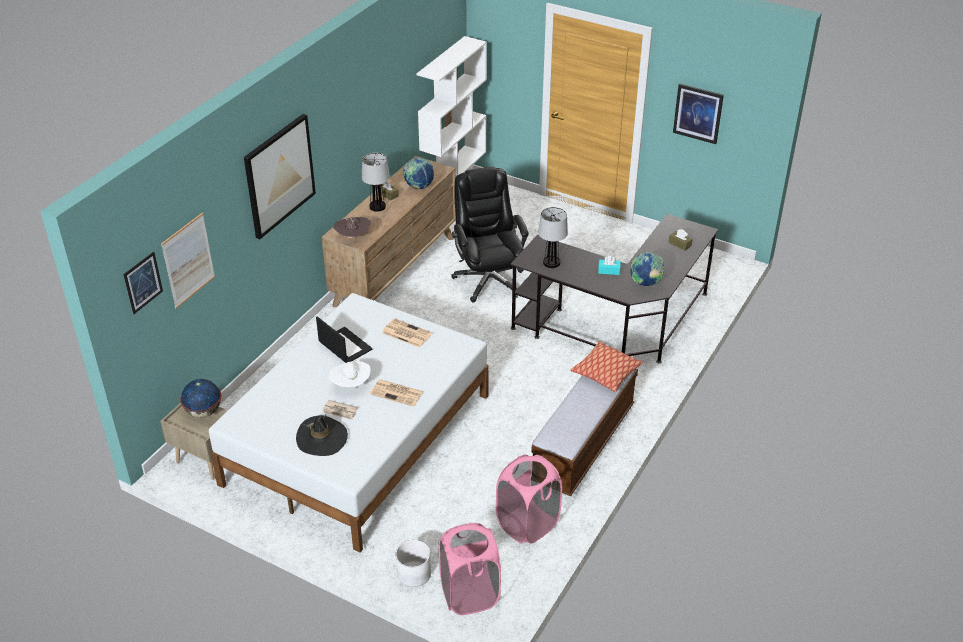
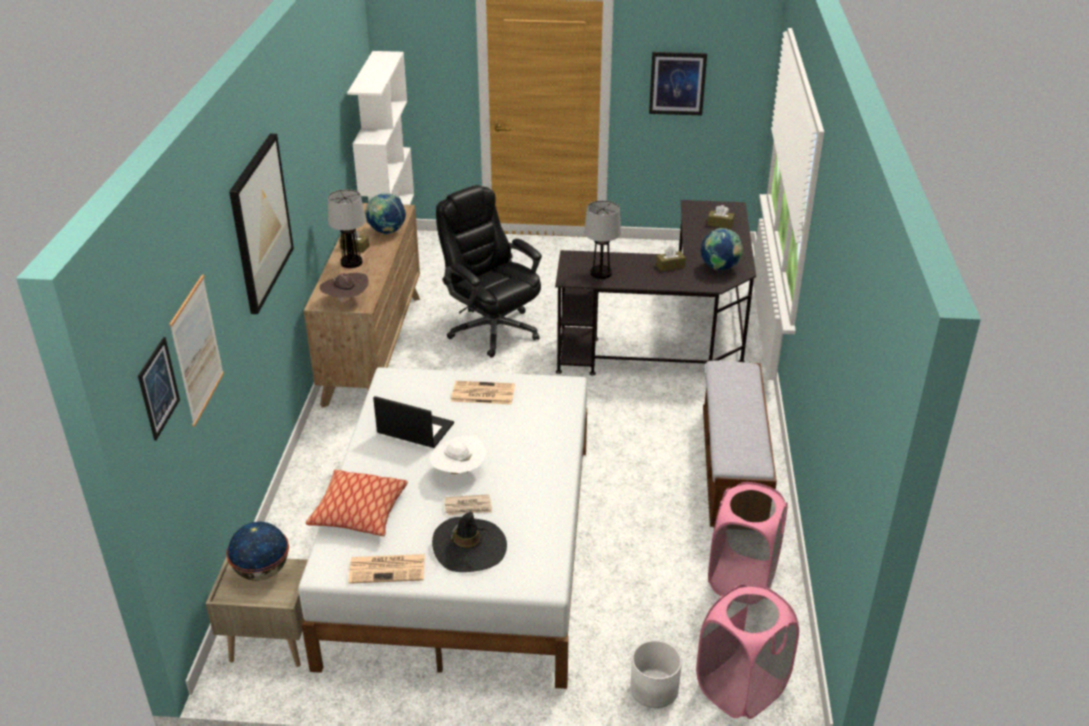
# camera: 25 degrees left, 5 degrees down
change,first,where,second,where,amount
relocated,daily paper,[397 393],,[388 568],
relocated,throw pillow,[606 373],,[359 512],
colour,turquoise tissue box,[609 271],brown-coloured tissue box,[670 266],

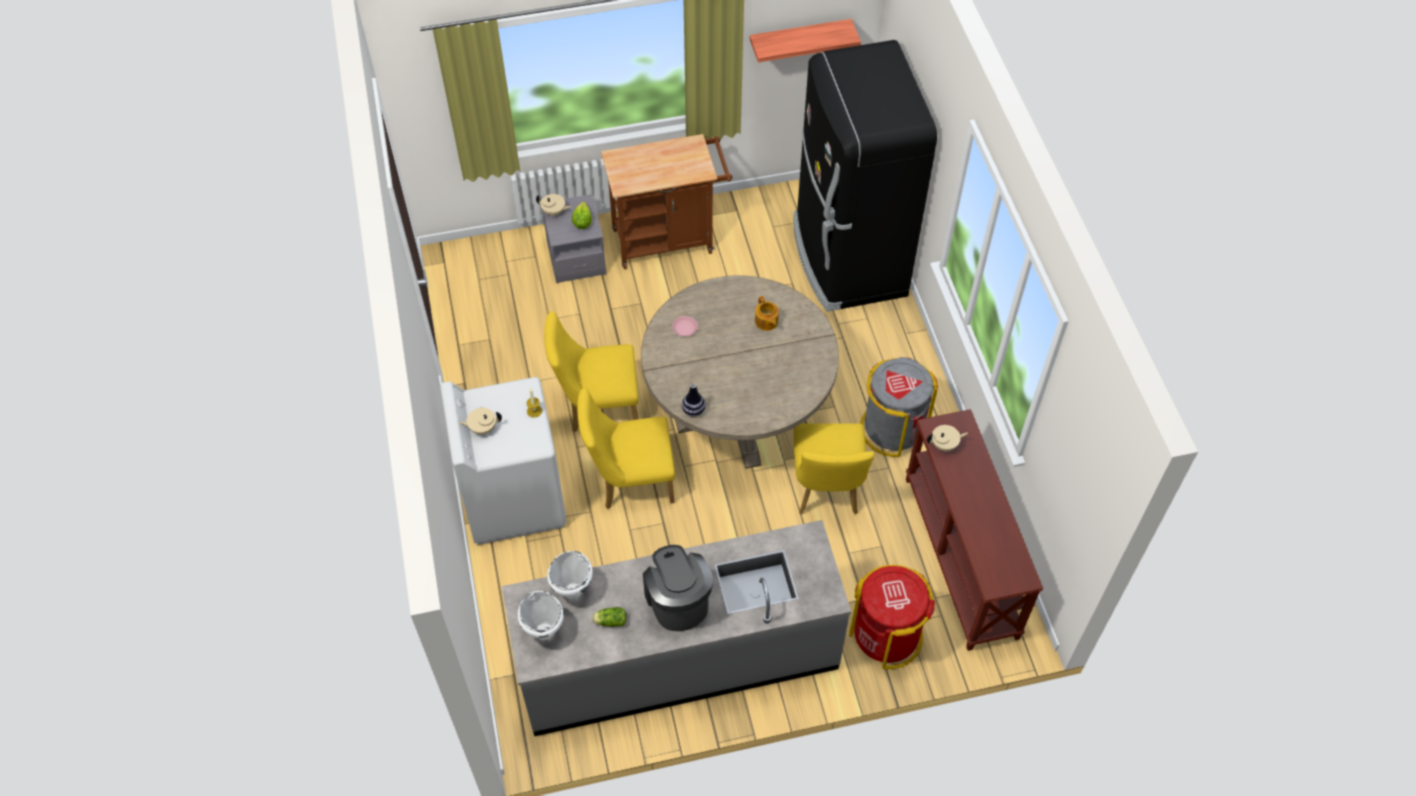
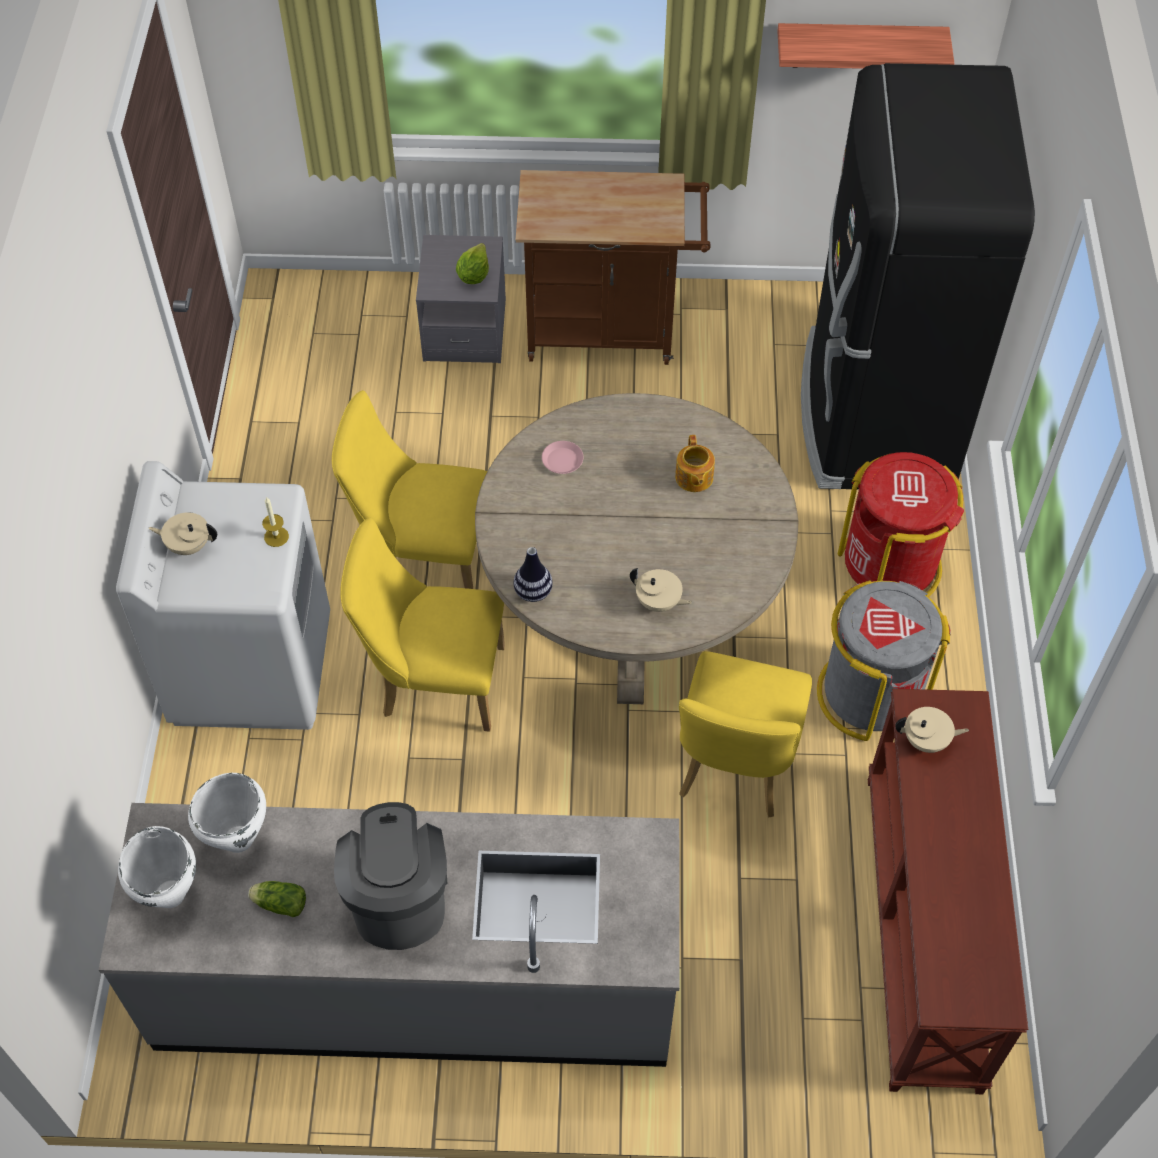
# camera: 15 degrees right, 0 degrees up
change,first,where,second,where,amount
relocated,beige tea pot,[554 212],,[658 602],
relocated,reddish rubbish bin,[886 635],,[890 565],

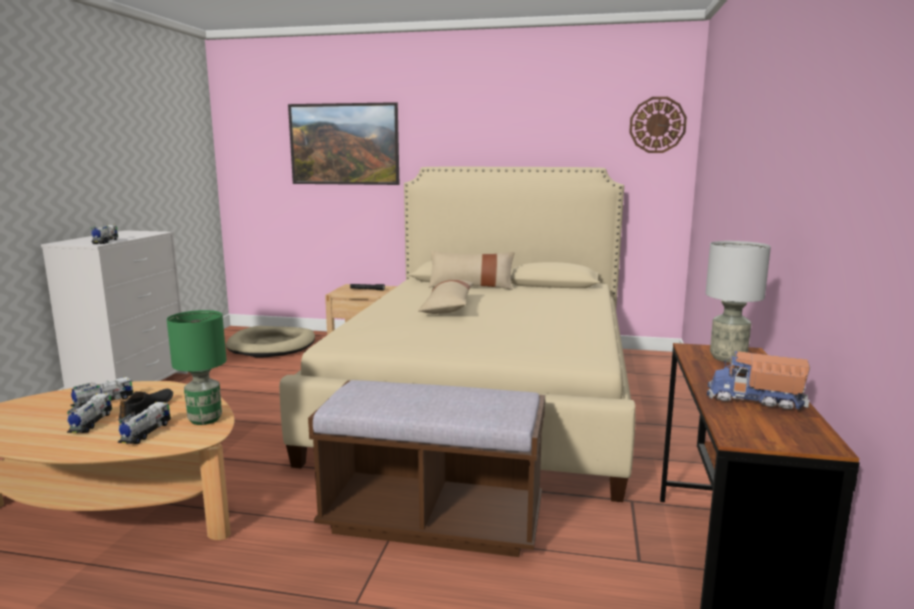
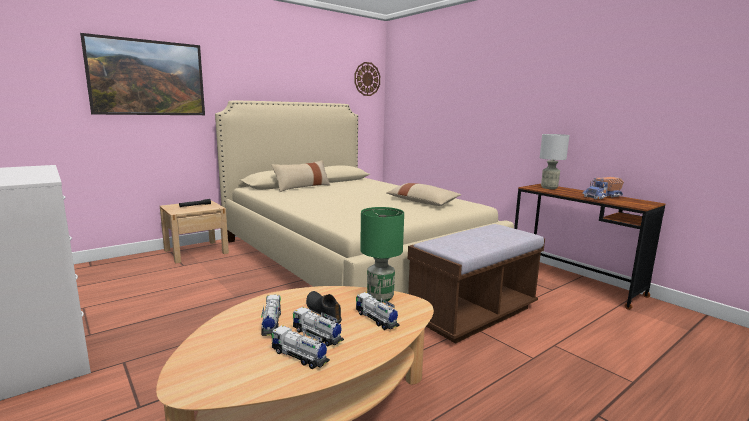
# camera: 50 degrees left, 0 degrees up
change,first,where,second,where,amount
relocated,toy lorry,[105 241],,[299 357],
missing,beige dog bed,[272 346],,,
relocated,beige throw pillow,[448 307],,[422 202],

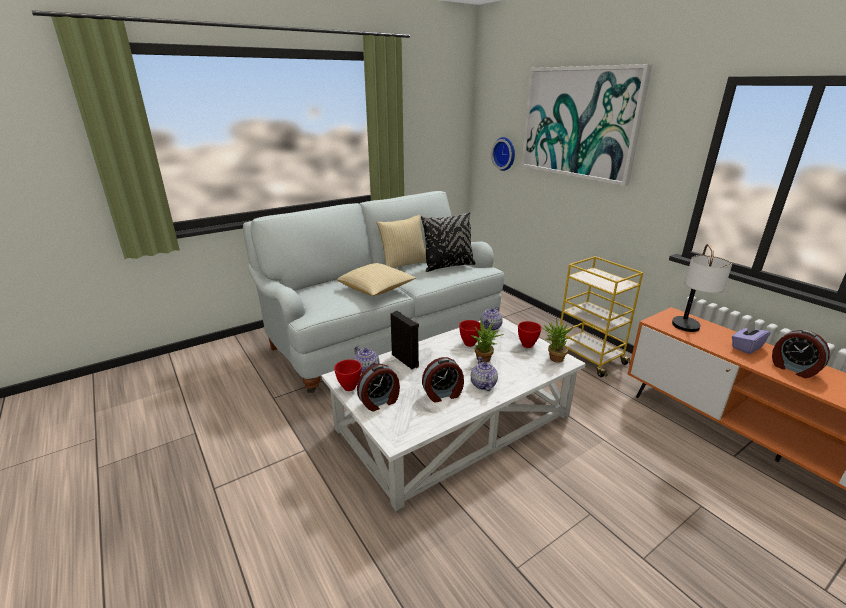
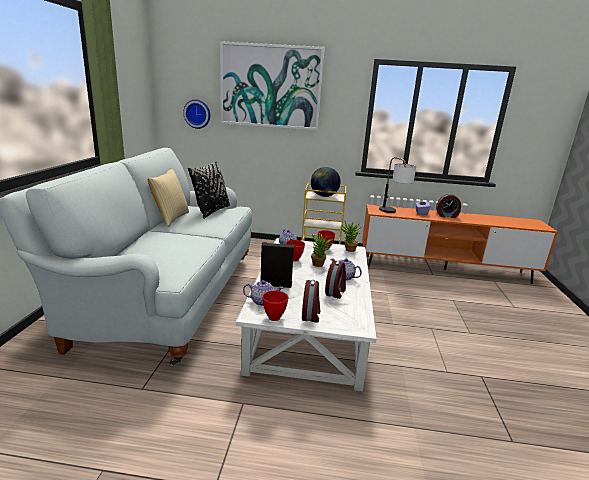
# camera: 50 degrees left, 5 degrees down
change,first,where,second,where,amount
missing,throw pillow,[376 289],,,
appeared,,,desk globe,[324 196],

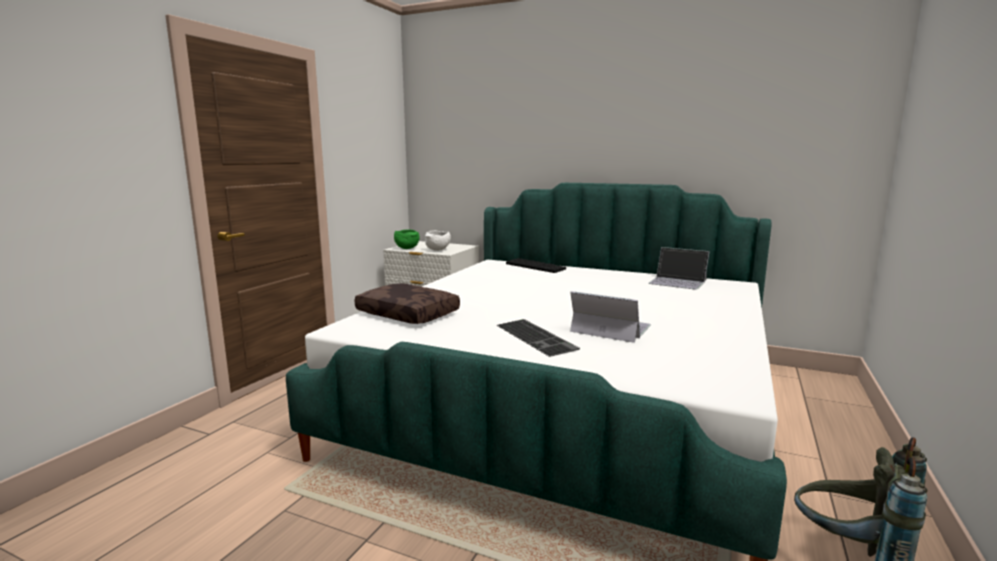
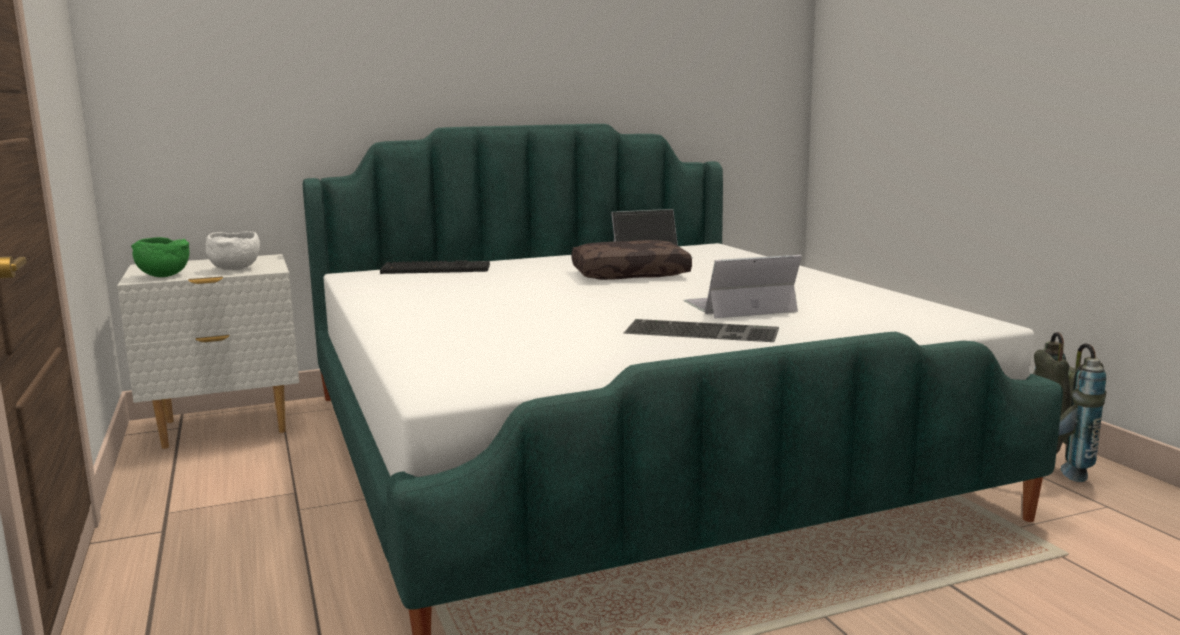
# camera: 45 degrees left, 0 degrees up
change,first,where,second,where,amount
relocated,brown-coloured throw pillow,[409 314],,[630 274],

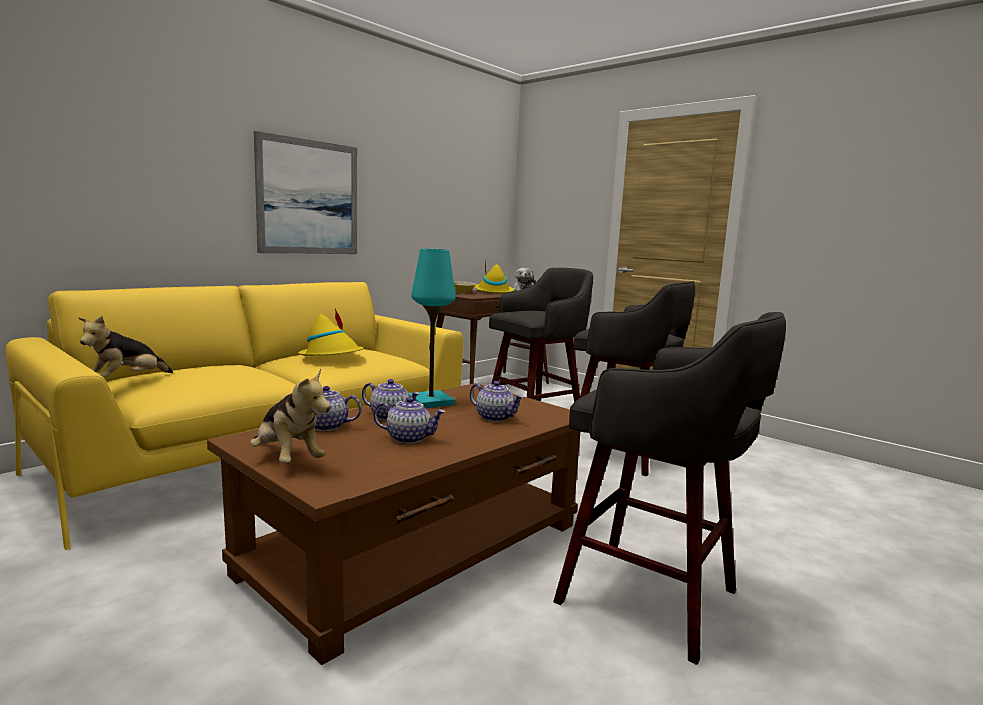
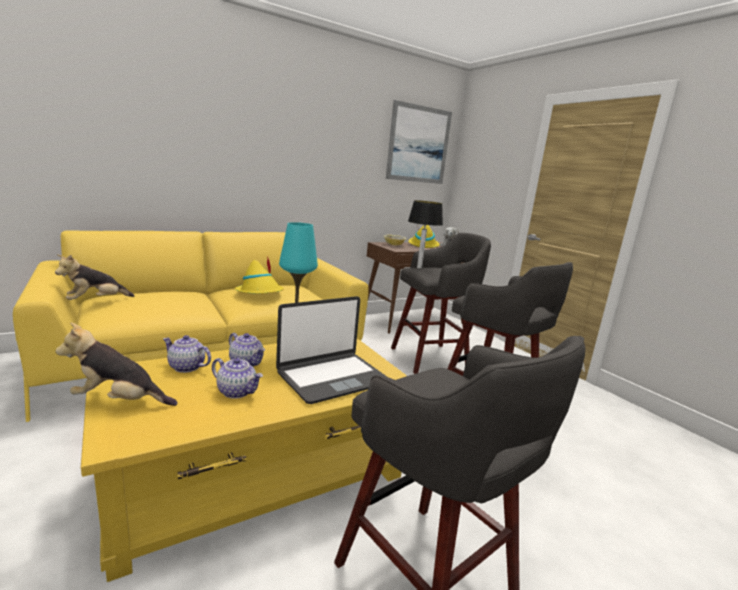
# camera: 15 degrees right, 5 degrees up
change,first,where,second,where,amount
colour,brown-coloured low table,[419 548],yellow-coloured low table,[259 473],
spun,cuddly toy,[287 459],,[119 401],120 degrees clockwise
relocated,picture,[308 197],,[418 144],
exchanged,tea pot,[495 417],laptop,[332 377],
appeared,,,tabletop lamp,[419 268],

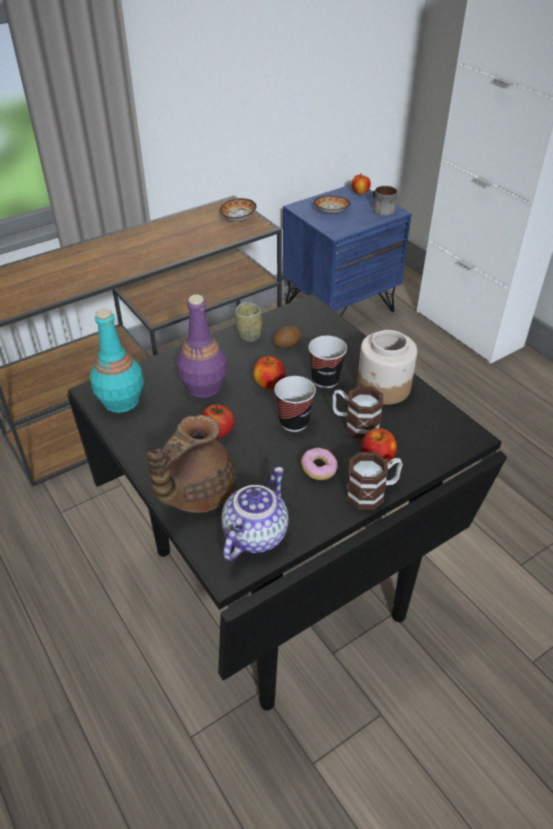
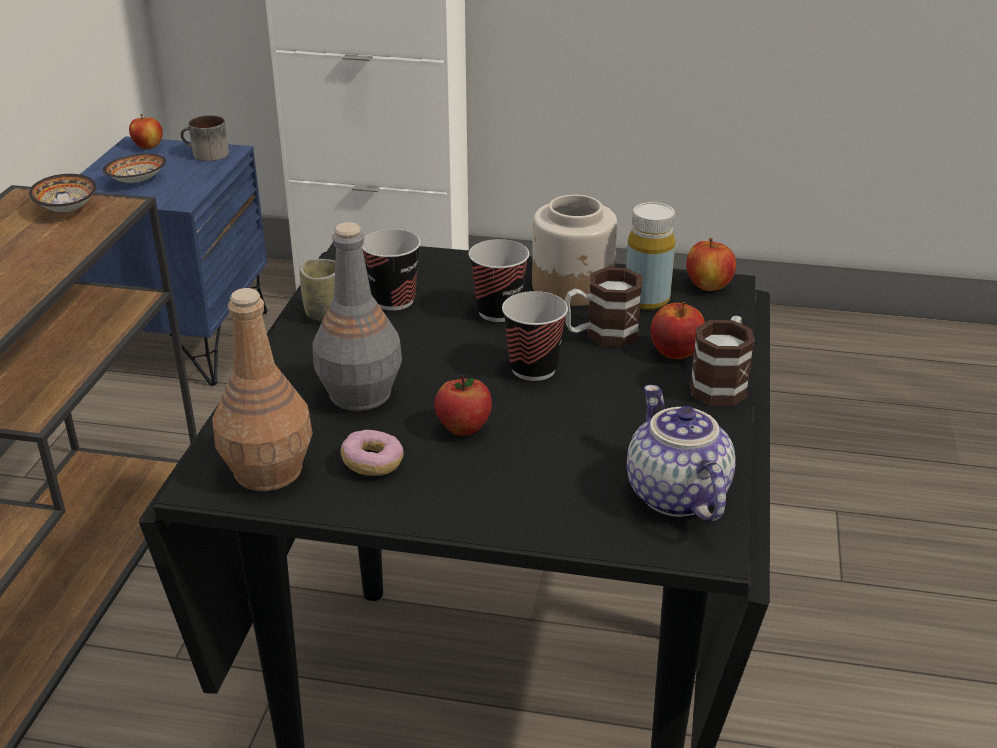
# camera: 45 degrees left, 10 degrees down
change,first,where,second,where,amount
colour,turquoise bottle,[120 401],brown-coloured bottle,[267 471],
missing,brown-coloured tea pot,[195 492],,,
colour,purple-coloured bottle,[203 386],greyish bottle,[359 395],
relocated,apple,[269 385],,[708 286],
exchanged,potato,[287 344],drinking cup,[393 300],
relocated,doughnut,[319 469],,[373 464],
appeared,,,yellow-coloured bottle,[646 300],

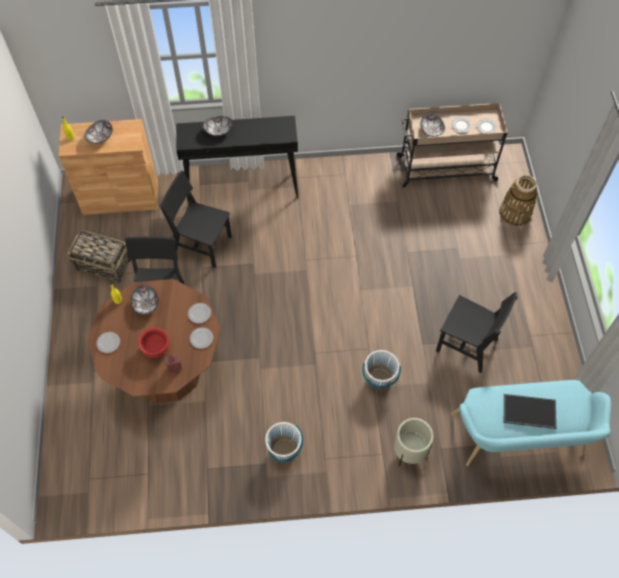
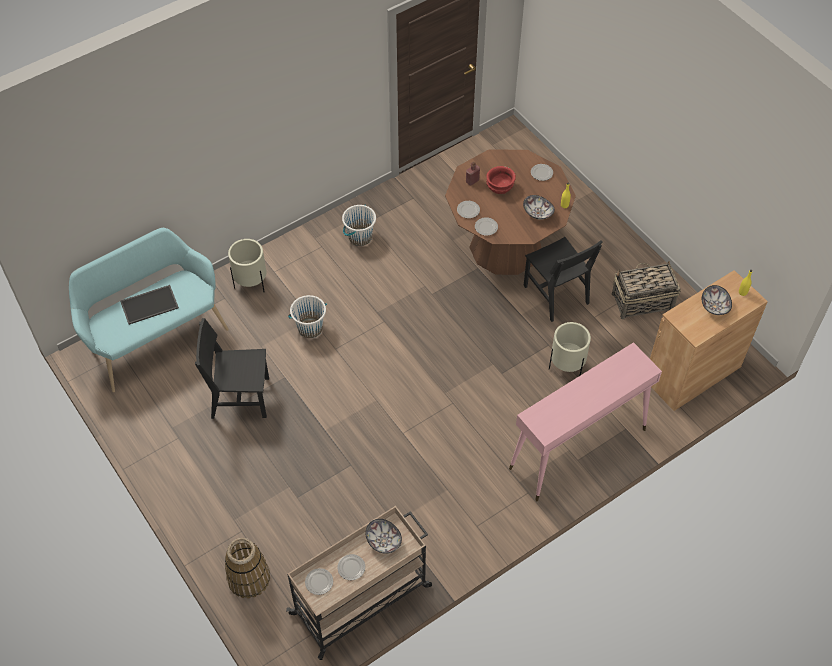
# camera: 150 degrees right, 5 degrees down
change,first,where,second,where,amount
exchanged,black upright chair,[202 245],beige flower pot,[567 366],
colour,black narrow table,[243 187],pink-coloured narrow table,[577 449],
missing,deep dish,[218 130],,,

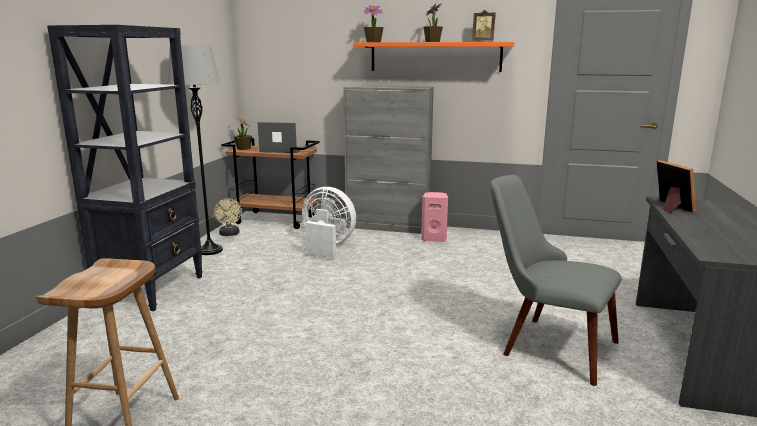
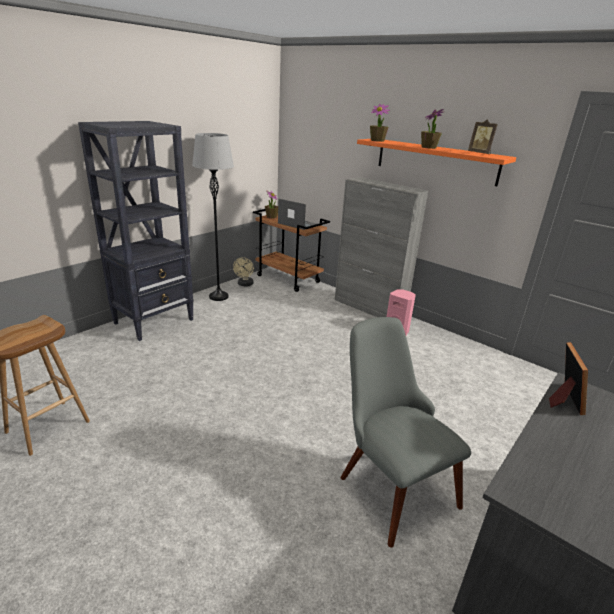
# camera: 25 degrees right, 10 degrees up
change,first,where,second,where,amount
missing,white electric fan,[327 246],,,

